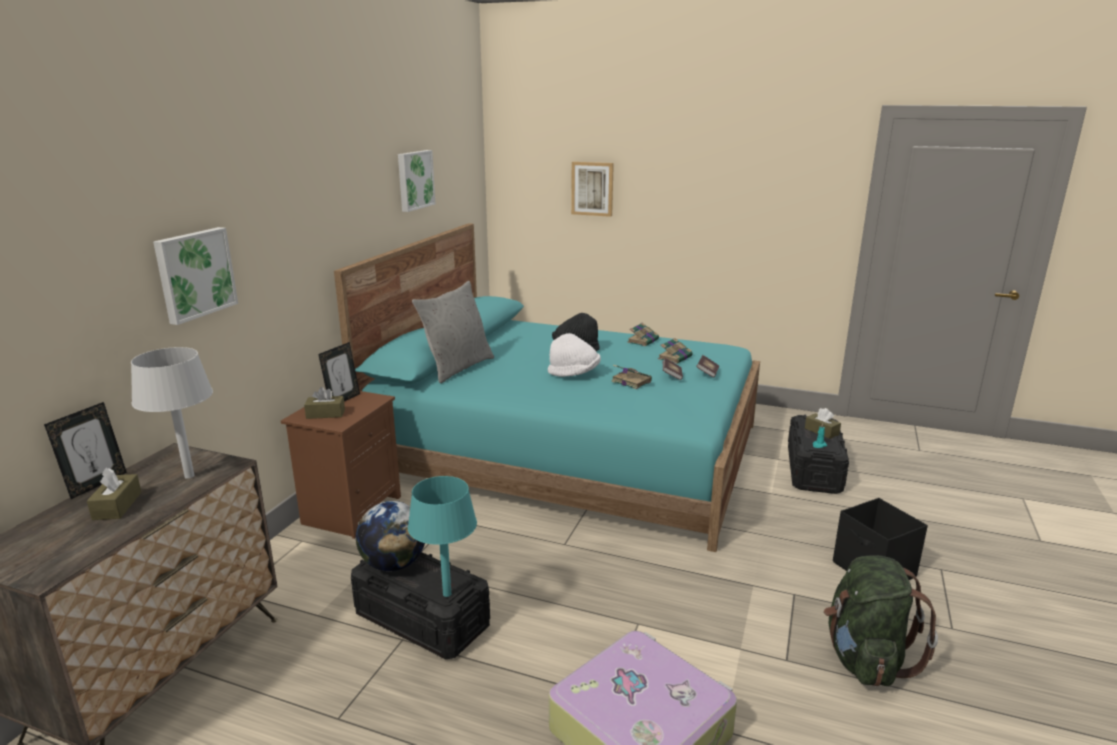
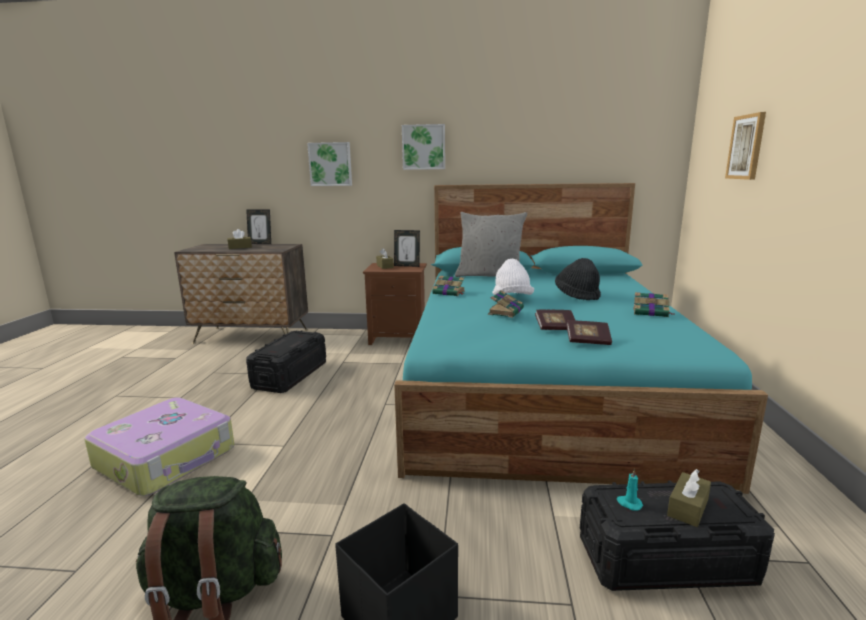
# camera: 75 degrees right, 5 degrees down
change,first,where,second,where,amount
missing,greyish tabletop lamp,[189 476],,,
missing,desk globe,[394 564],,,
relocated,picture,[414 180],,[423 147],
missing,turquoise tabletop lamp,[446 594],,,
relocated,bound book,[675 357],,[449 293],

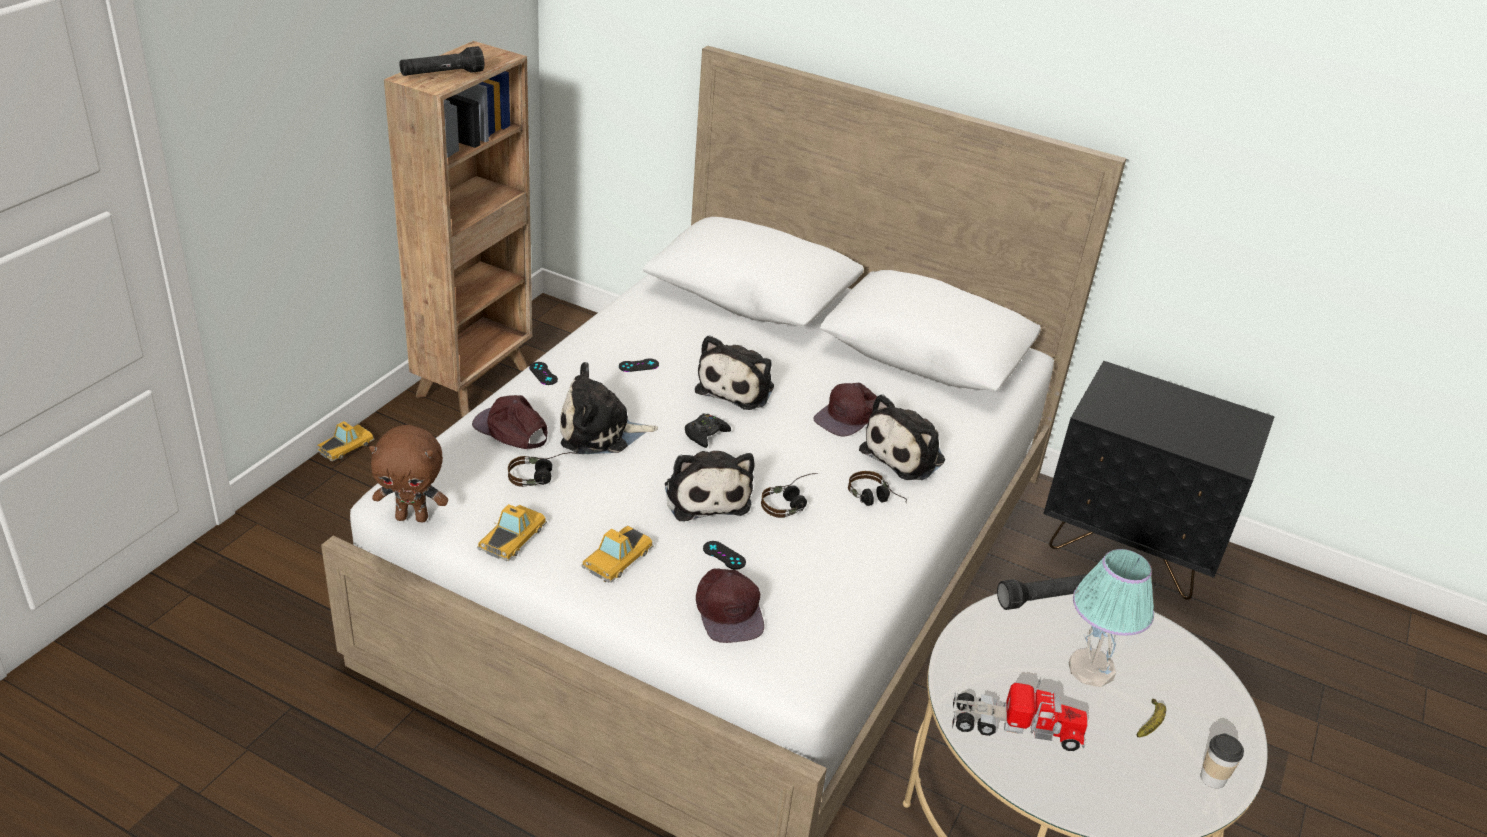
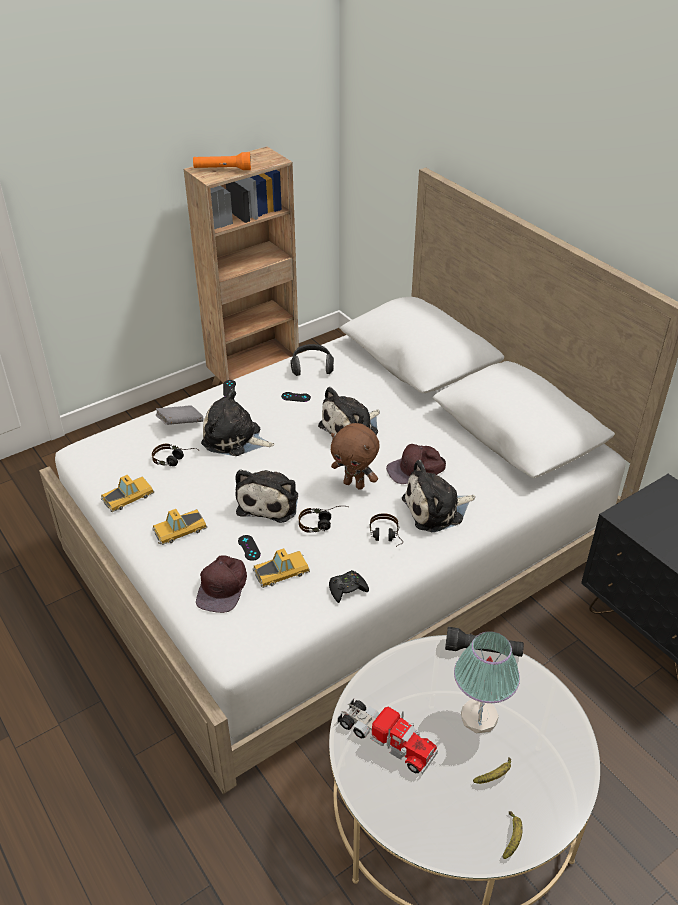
# camera: 30 degrees right, 5 degrees up
change,first,where,second,where,amount
relocated,model car,[346 446],,[282 571],
relocated,brown-coloured cuddly toy,[413 517],,[354 484],
colour,black torch,[442 75],orange-coloured torch,[222 170],
exchanged,brown-coloured peaked cap,[511 430],greyish bound book,[180 424],
relocated,black gamepad,[705 434],,[347 589],
exchanged,drinking cup,[1212 778],banana,[512 837],
appeared,,,pair of headphones,[312 367],

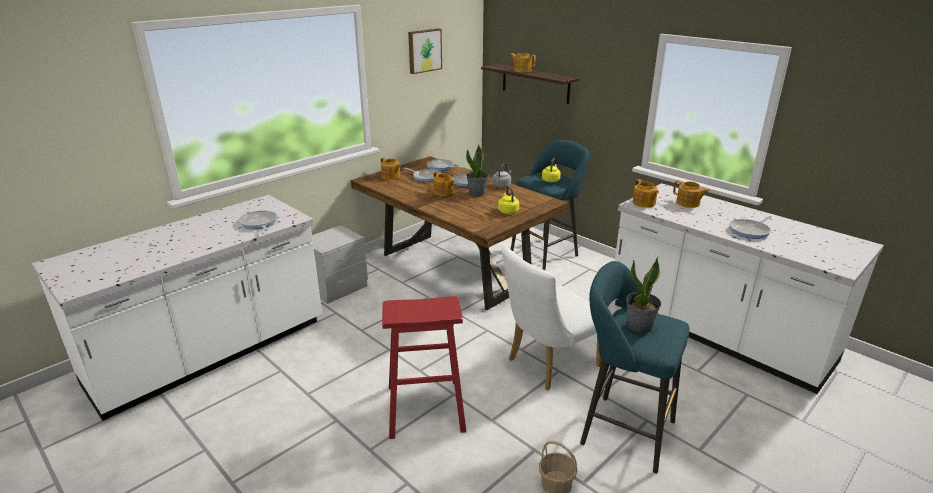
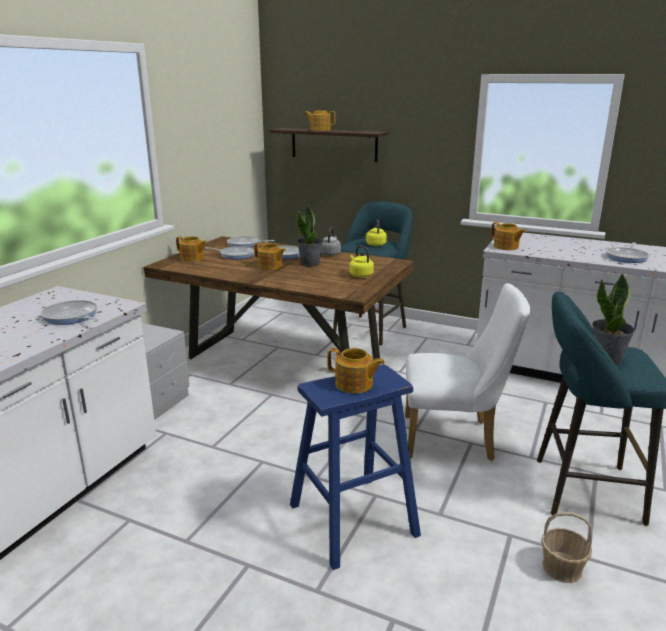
# camera: 20 degrees left, 5 degrees down
change,first,where,second,where,amount
colour,reddish stool seat,[425 408],bluish stool seat,[352 520],
missing,picture,[424 50],,,
spun,white upright chair,[548 364],,[455 439],120 degrees counterclockwise
relocated,tea pot,[688 203],,[354 384],

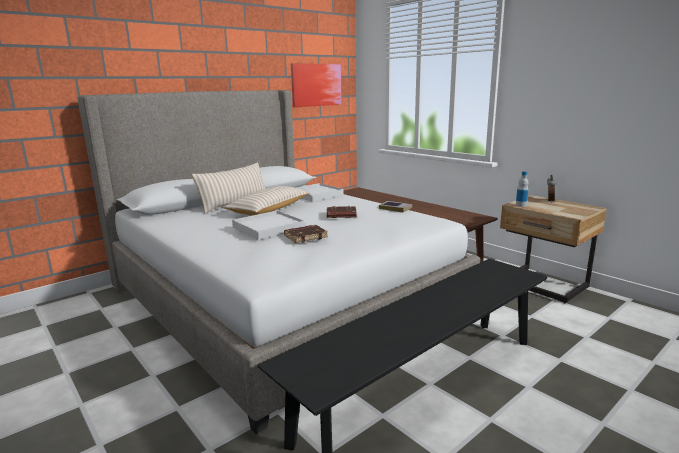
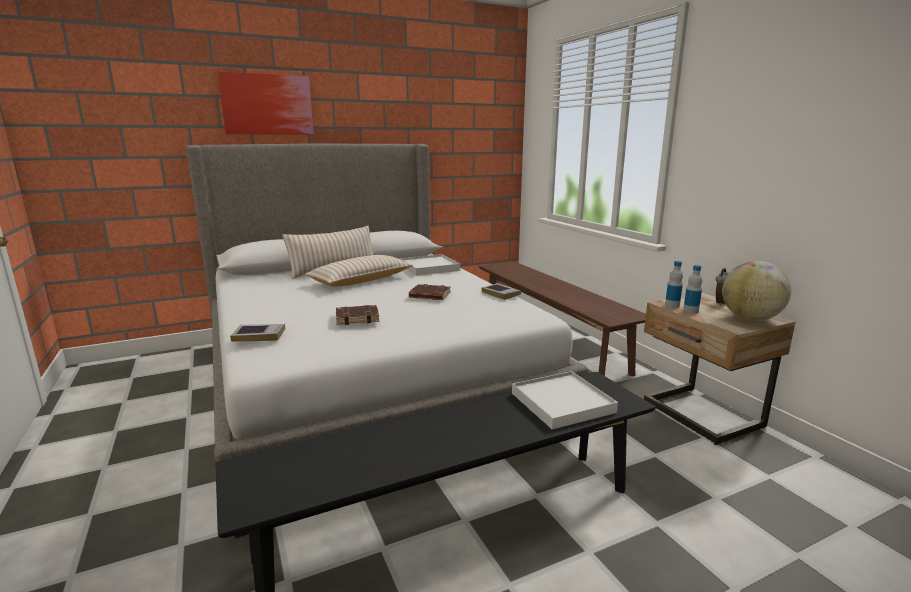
# camera: 15 degrees right, 0 degrees up
change,first,where,second,where,amount
relocated,white serving tray,[268 228],,[562 402],
relocated,picture,[316 85],,[267 104],
appeared,,,bound book,[259 336],
appeared,,,bottle,[690 311],
appeared,,,desk globe,[750 318],

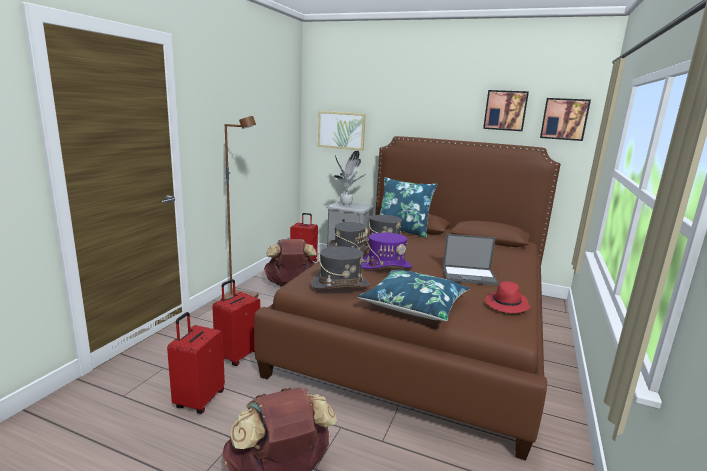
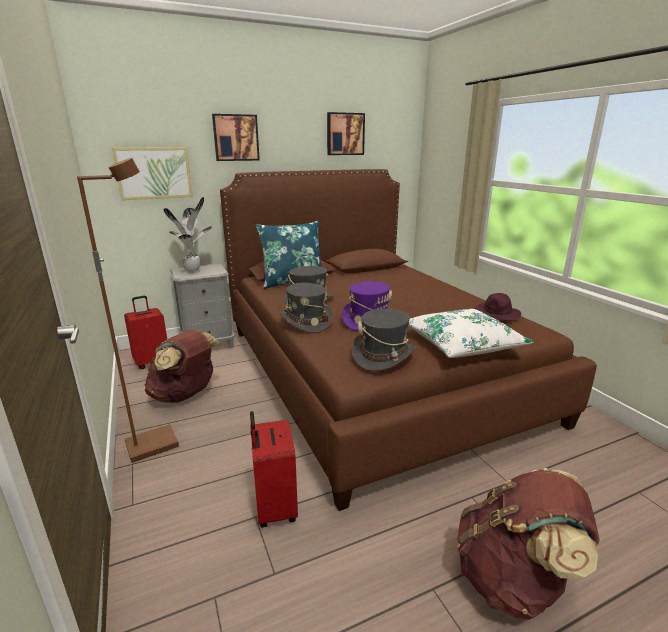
# camera: 45 degrees left, 5 degrees up
change,first,where,second,where,amount
missing,reddish suitcase,[199 400],,,
colour,bluish throw pillow,[414 305],white throw pillow,[462 344],
missing,laptop,[469 275],,,
colour,reddish wearable hat,[506 305],purple-coloured wearable hat,[497 315],
relocated,picture,[564 119],,[235 138],

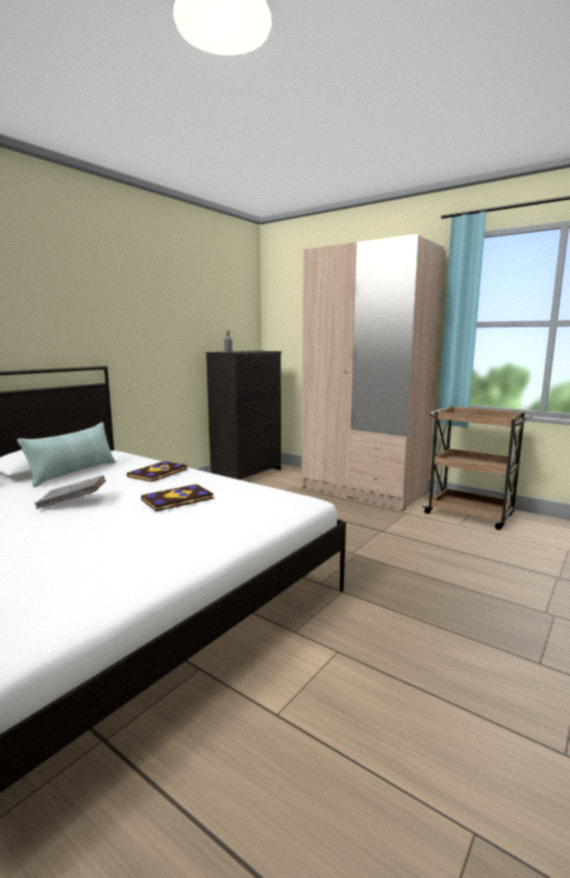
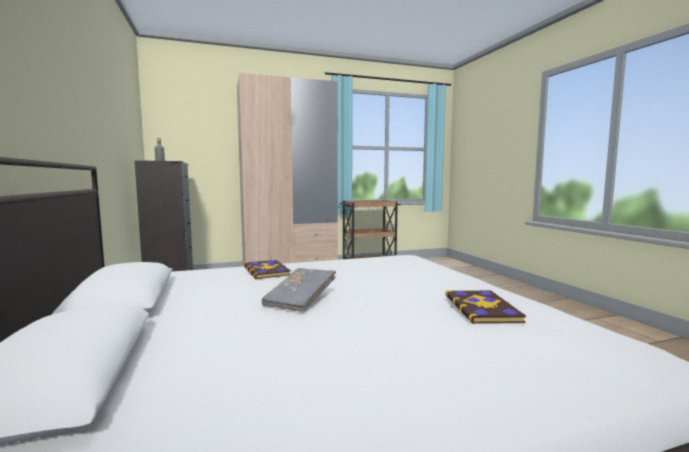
# camera: 55 degrees left, 5 degrees down
change,first,where,second,where,amount
missing,throw pillow,[73 473],,,
relocated,bound book,[178 499],,[483 309],

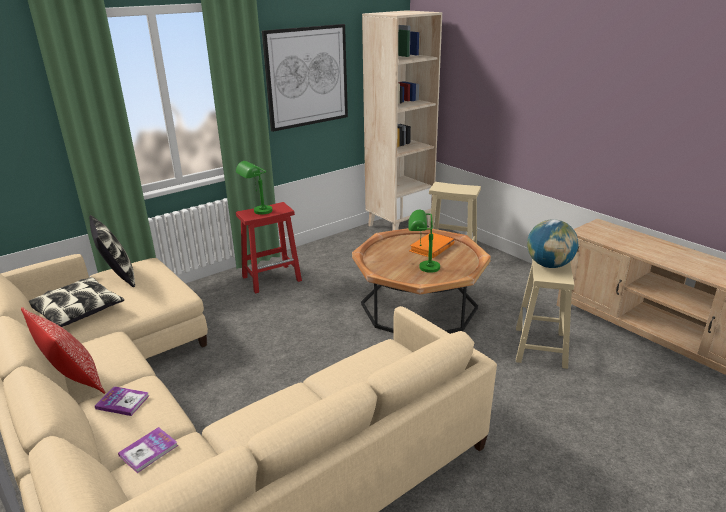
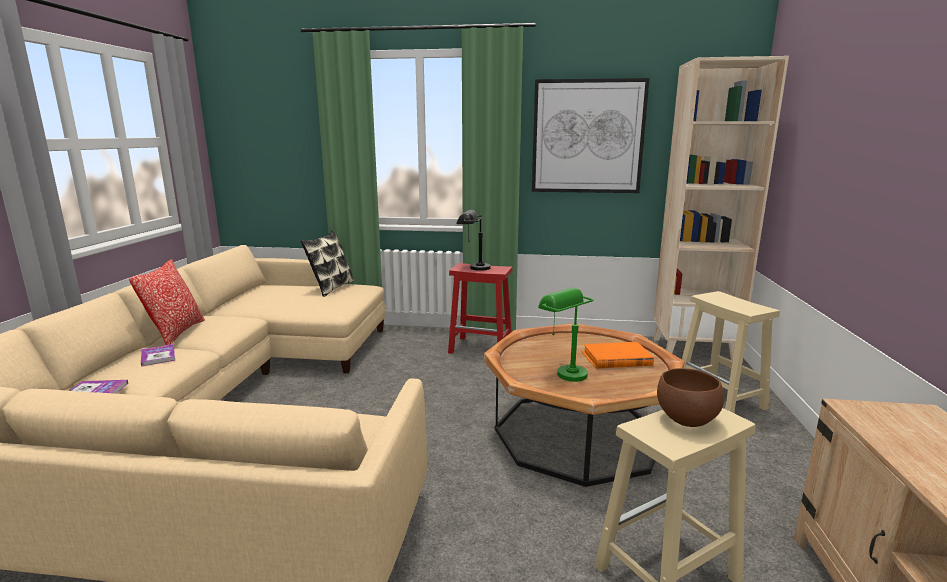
# camera: 45 degrees right, 10 degrees down
change,first,where,second,where,amount
missing,throw pillow,[77 311],,,
colour,green-coloured tabletop lamp,[257 212],black tabletop lamp,[473 268],
exchanged,desk globe,[549 265],brown-coloured deep dish,[686 420],

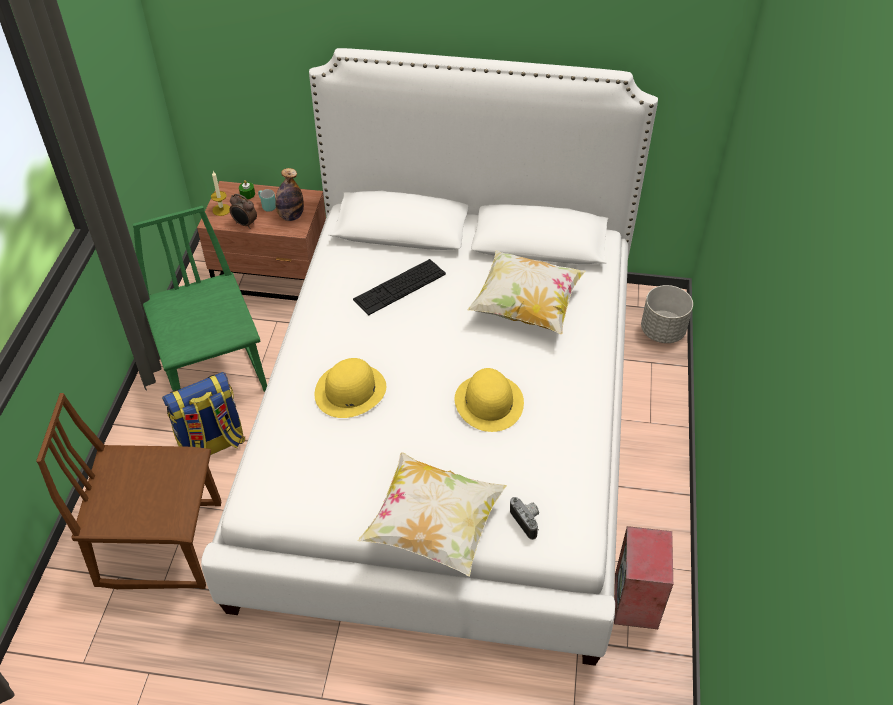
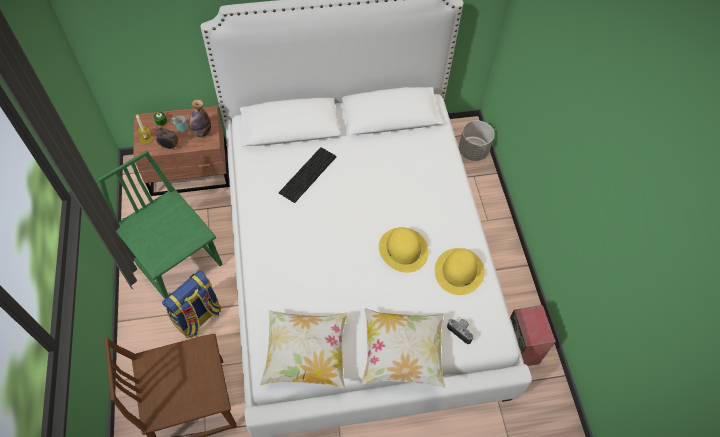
# camera: 20 degrees left, 10 degrees up
change,first,where,second,where,amount
relocated,yellow-coloured wearable hat,[350 391],,[459 271],
relocated,throw pillow,[526 307],,[306 355],

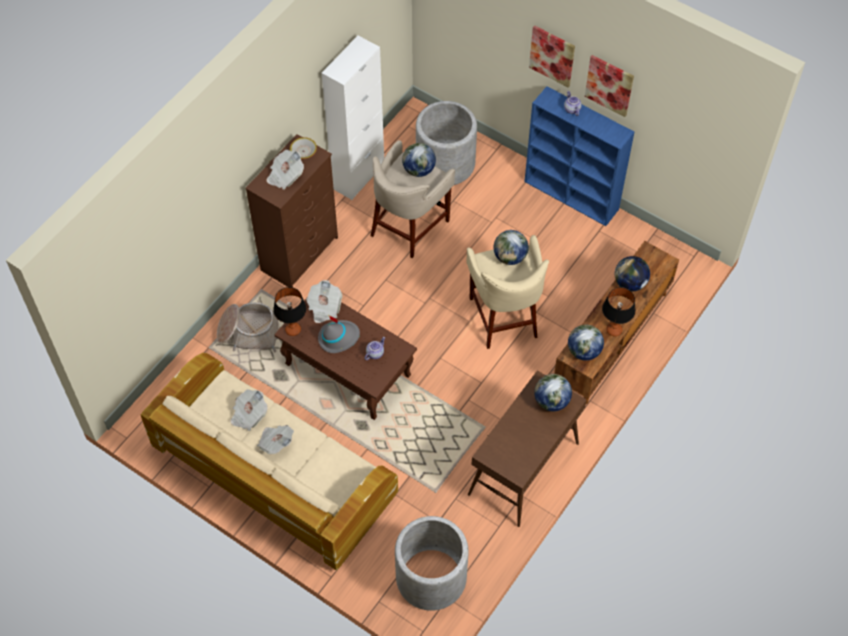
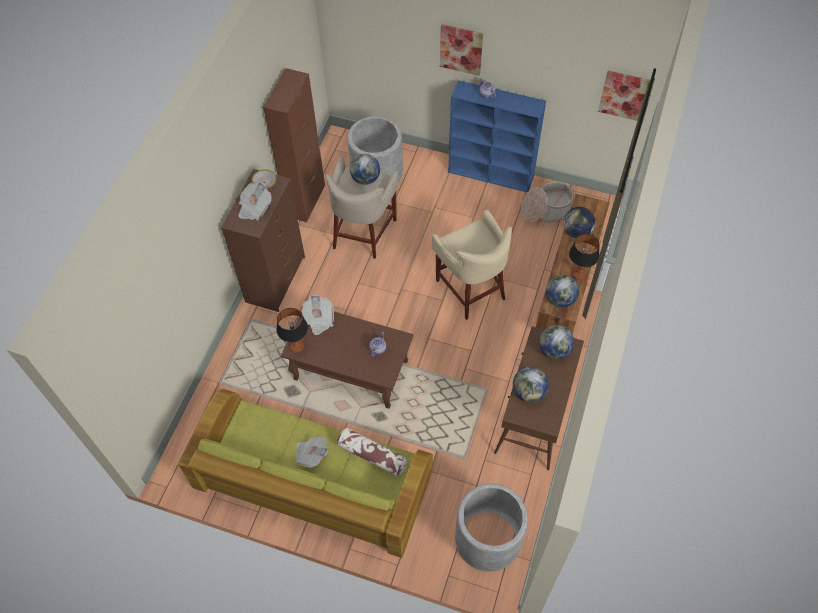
# camera: 15 degrees left, 0 degrees up
change,first,where,second,where,amount
colour,beige couch,[272 472],green-coloured couch,[312 481],
relocated,basket,[248 333],,[547 210],
missing,daily paper,[249 415],,,
missing,greyish wearable hat,[338 337],,,
colour,white storage cabinet,[358 176],brown-coloured storage cabinet,[306 201],
relocated,desk globe,[510 257],,[529 392],
relocated,picture,[609 85],,[624 95],
appeared,,,throw pillow,[372 455],

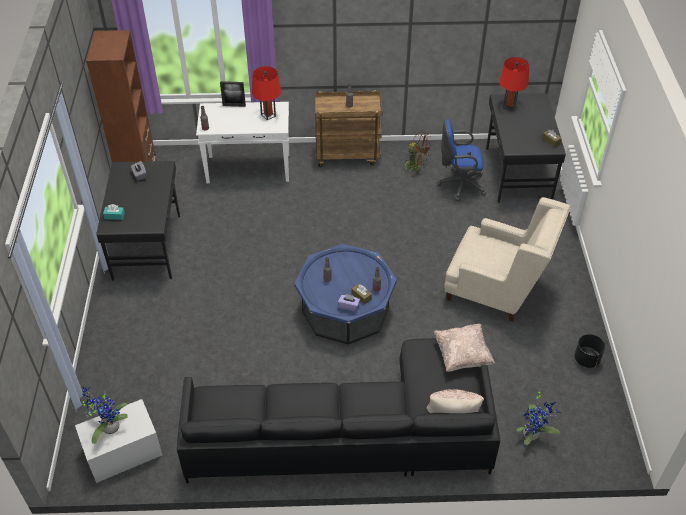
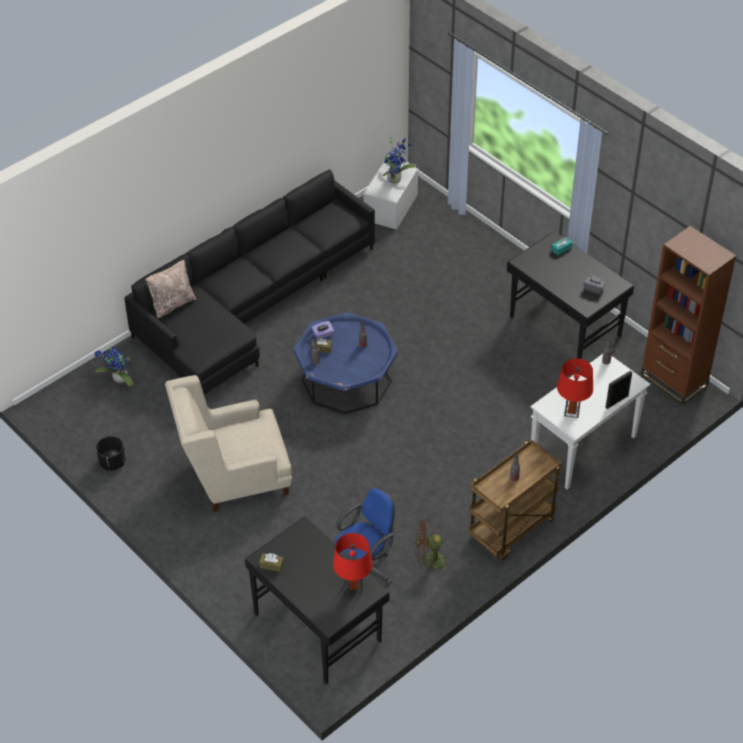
# camera: 140 degrees right, 0 degrees up
change,first,where,second,where,amount
missing,beige throw pillow,[462 355],,,

